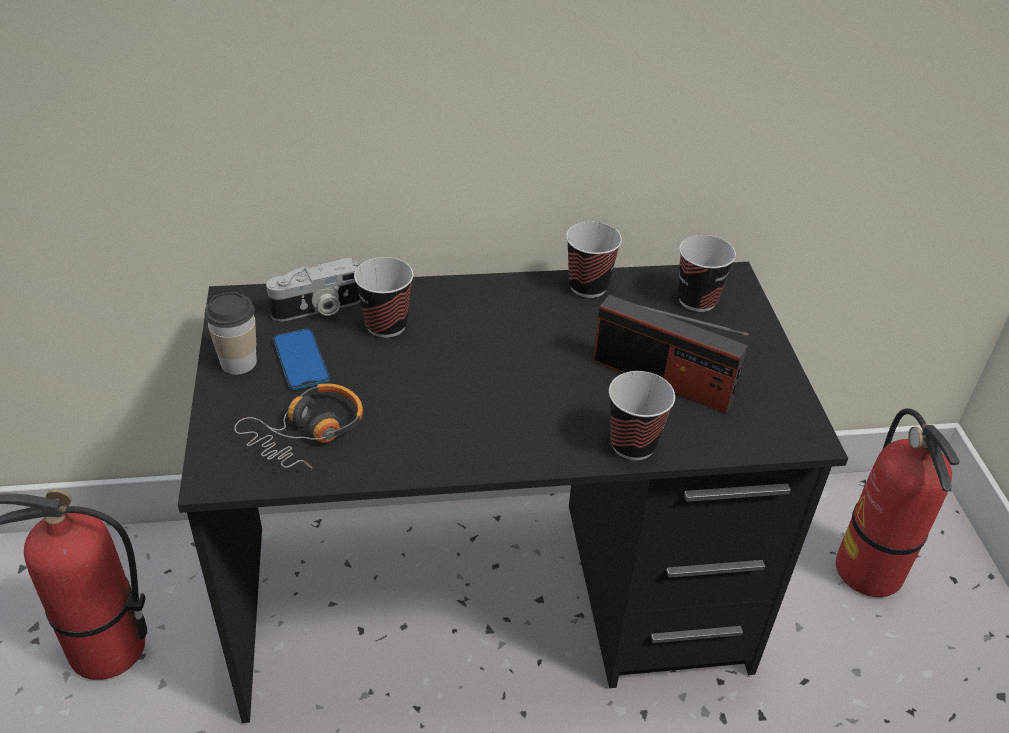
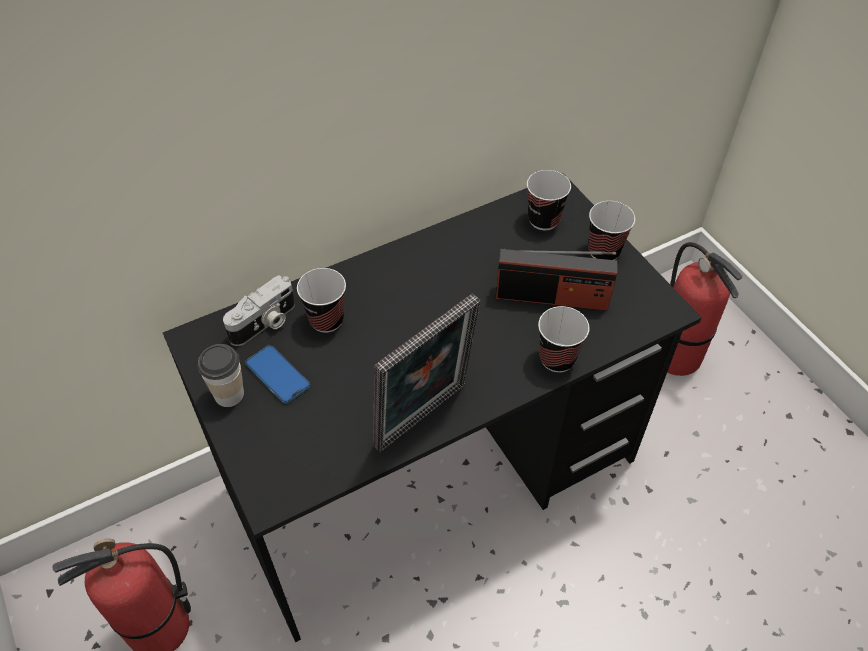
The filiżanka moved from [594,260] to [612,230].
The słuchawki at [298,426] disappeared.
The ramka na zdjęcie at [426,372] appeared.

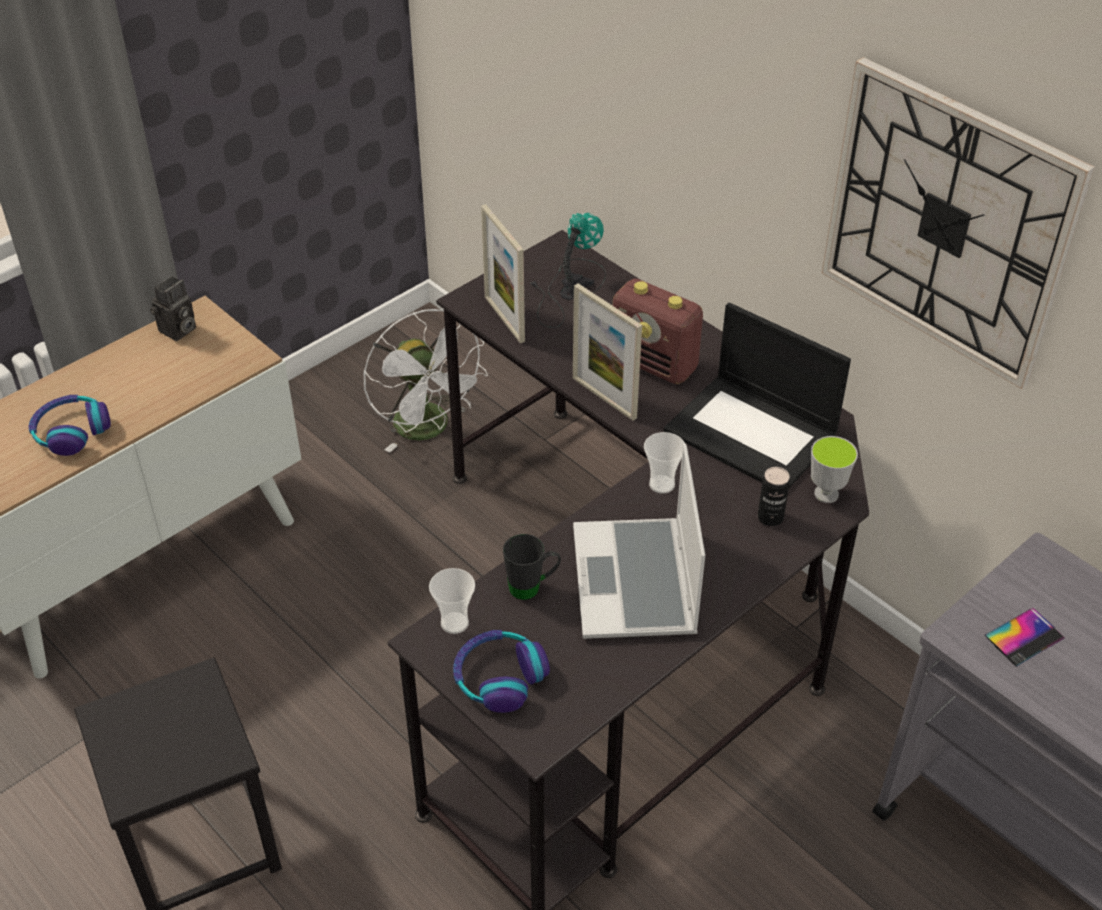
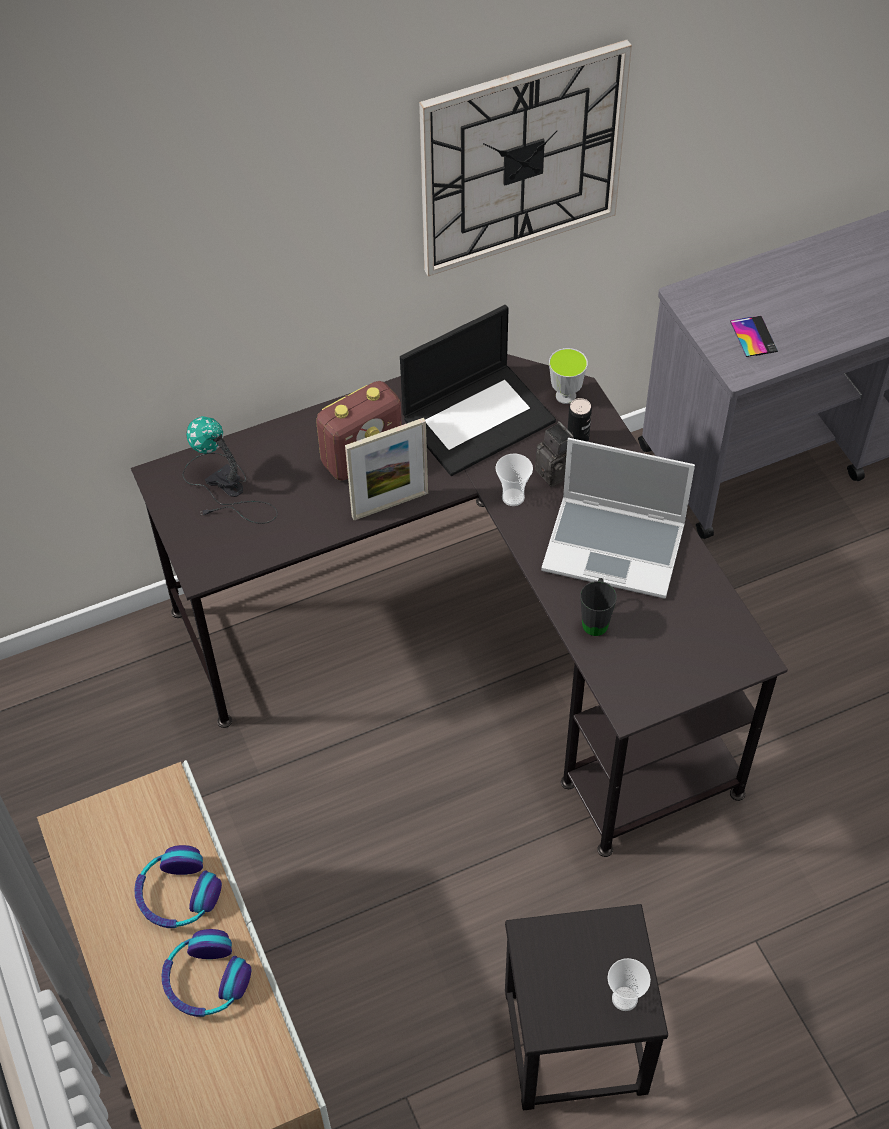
The ramka na zdjęcie at [503,273] disappeared.
The aparat fotograficzny moved from [173,308] to [554,454].
The wentylator/biały at [426,381] disappeared.
The filiżanka moved from [452,601] to [629,984].
The słuchawki moved from [501,671] to [178,886].

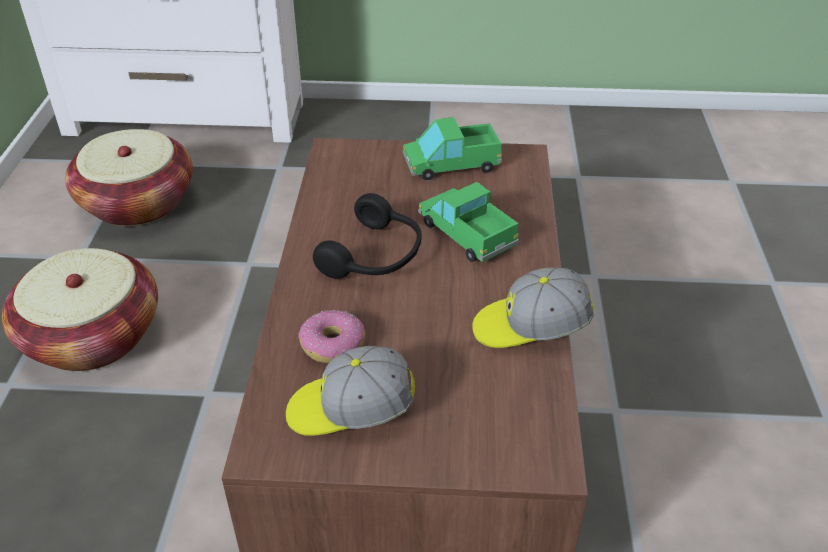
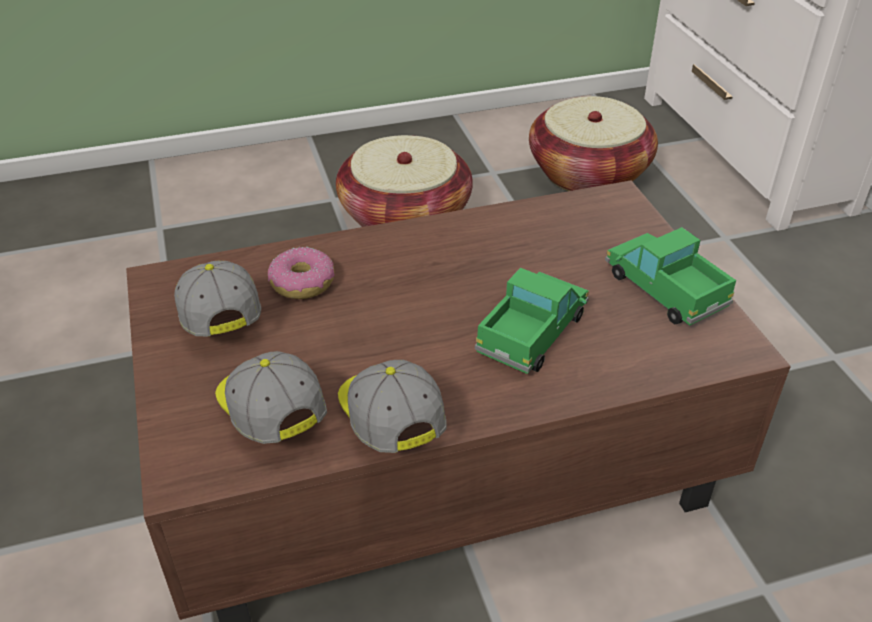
The słuchawki/czarny at [367,236] disappeared.
The czapka z daszkiem at [271,397] appeared.

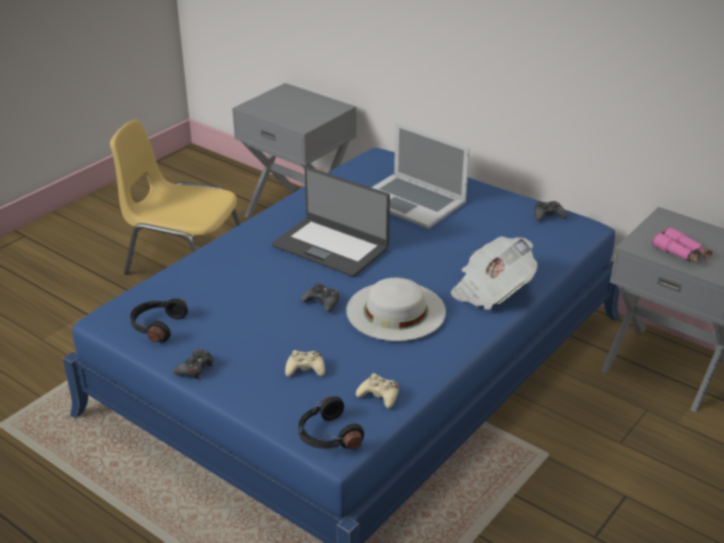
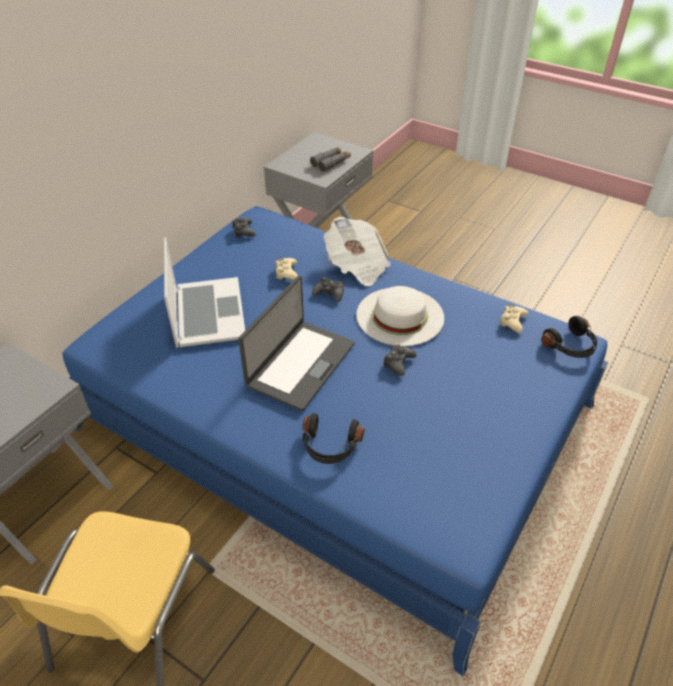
The laptop at [420,176] turned 45 degrees counterclockwise.
The lornetka/różowy at [682,245] became the lornetka/szary at [330,159].
The słuchawki/czarny moved from [159,320] to [333,438].
The pad do gier/czarny moved from [193,364] to [328,289].
The pad do gier/beżowy moved from [305,363] to [286,269].

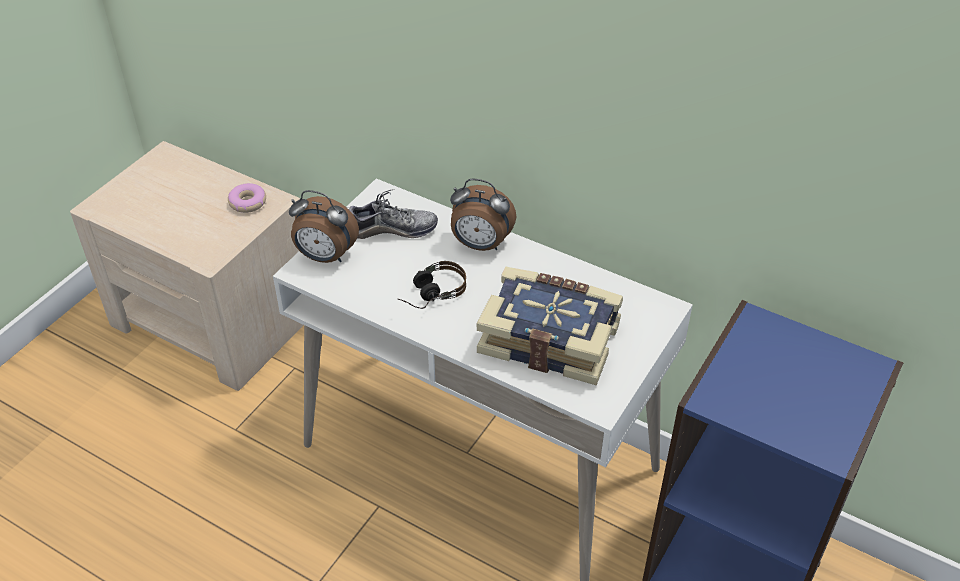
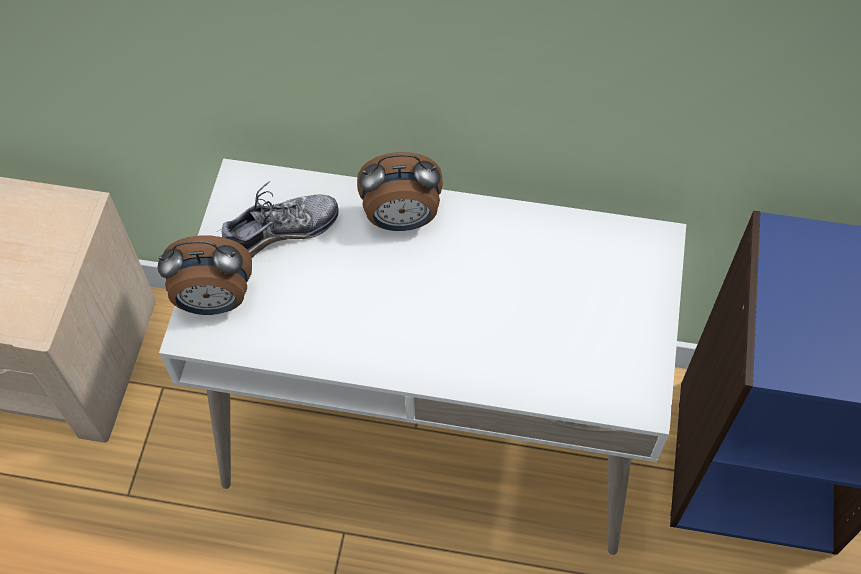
The donut at [247,198] disappeared.
The słuchawki at [431,285] disappeared.
The książka at [550,326] disappeared.

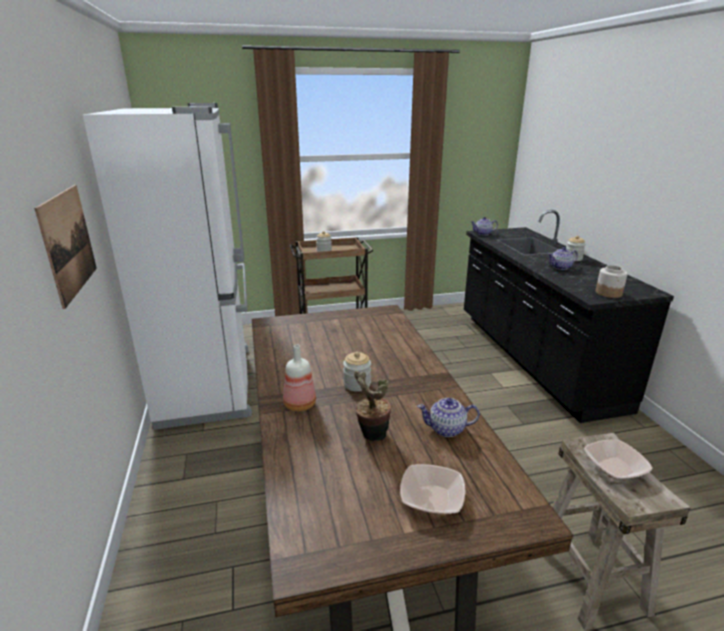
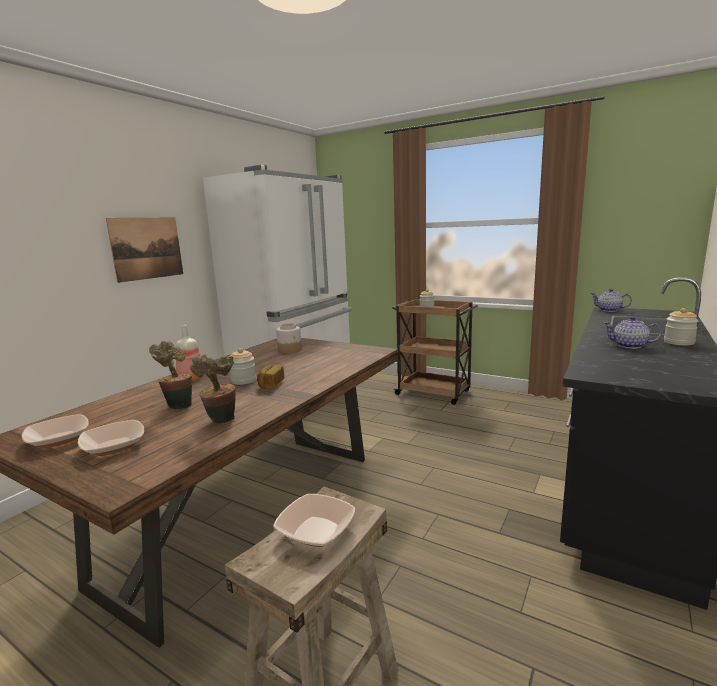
The słoik moved from [611,281] to [289,338].
The imbryk at [448,417] was replaced by the roślina doniczkowa at [213,388].
The chleb at [270,377] appeared.
The miska at [55,431] appeared.

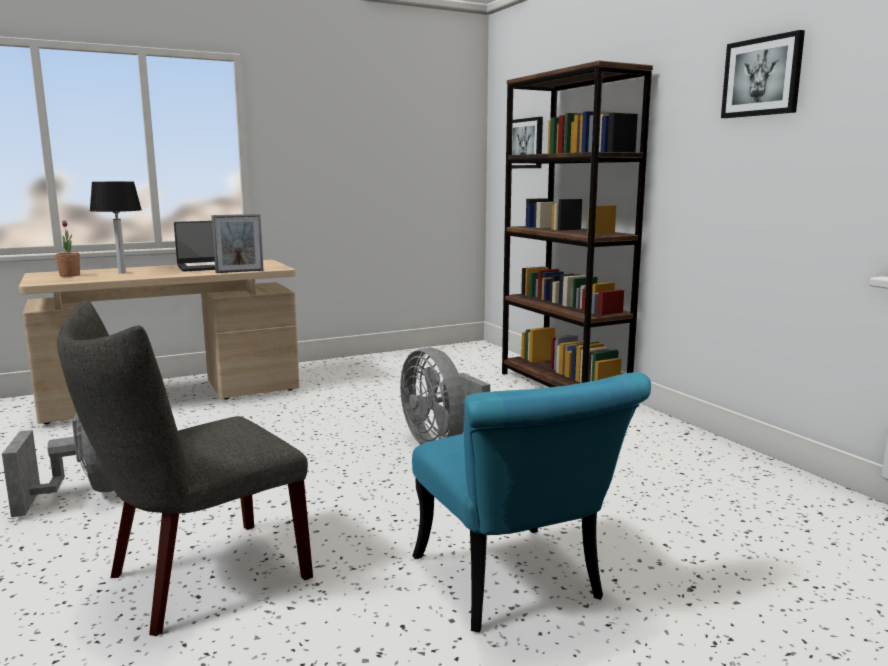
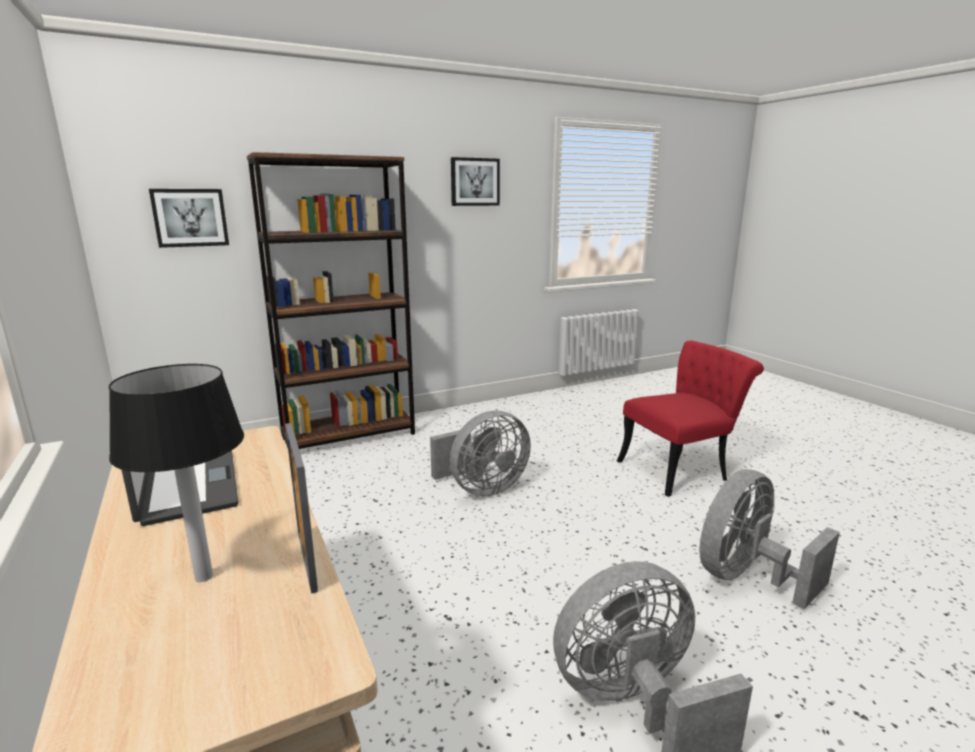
The ramka na zdjęcie moved from [237,243] to [301,508].
The roślina doniczkowa at [67,248] disappeared.
The krzesło/szary at [185,468] was replaced by the wentylator/szary at [769,539].
The krzesło/turkusowy at [531,502] became the krzesło/czerwony at [690,418].

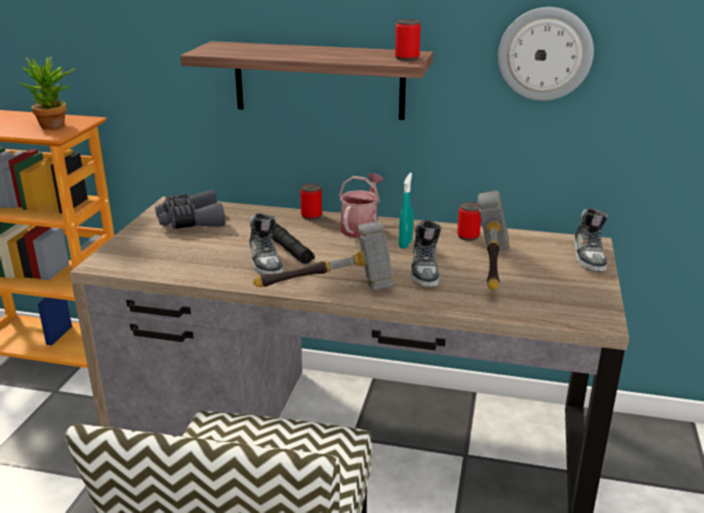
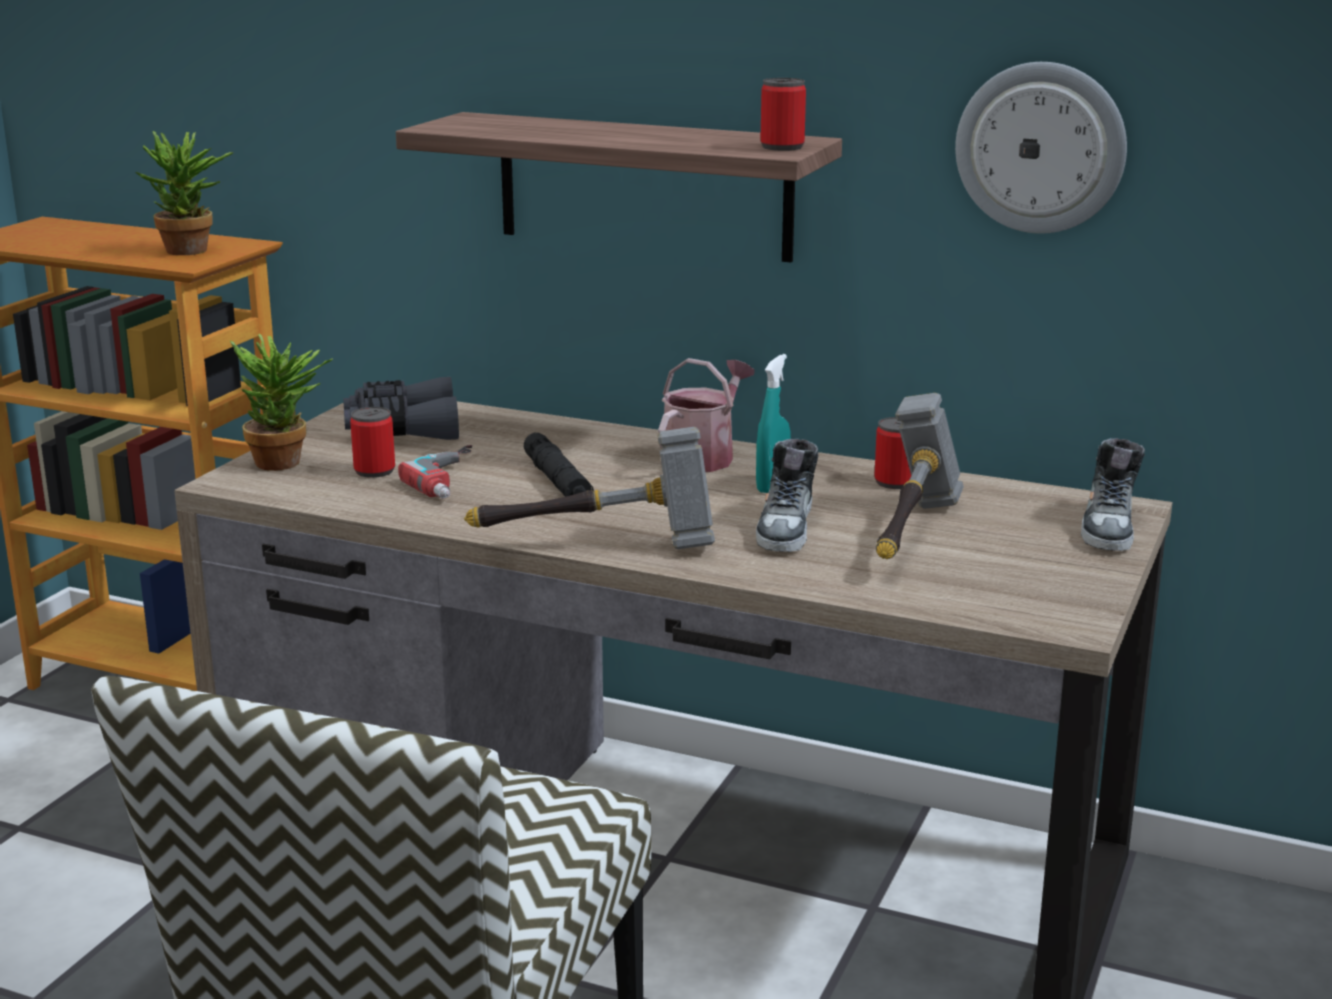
The puszka moved from [311,201] to [372,442].
The but at [266,244] disappeared.
The roślina doniczkowa at [281,402] appeared.
The wiertarka at [435,472] appeared.

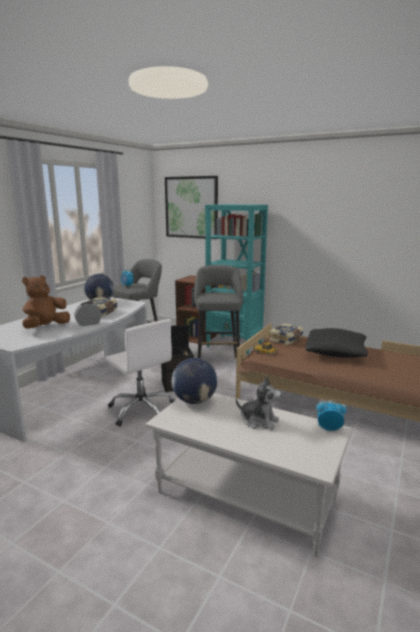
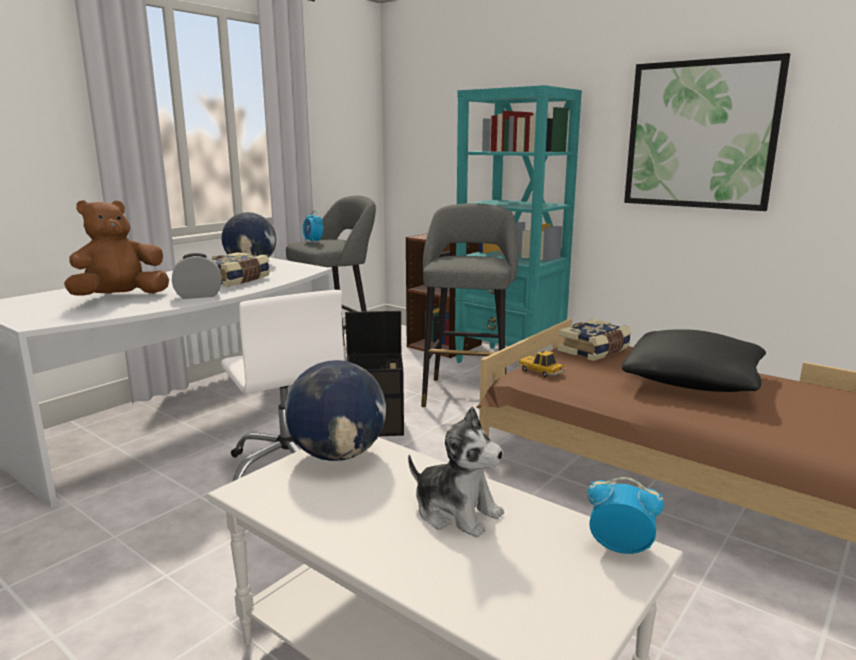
The obraz moved from [191,207] to [707,132].

